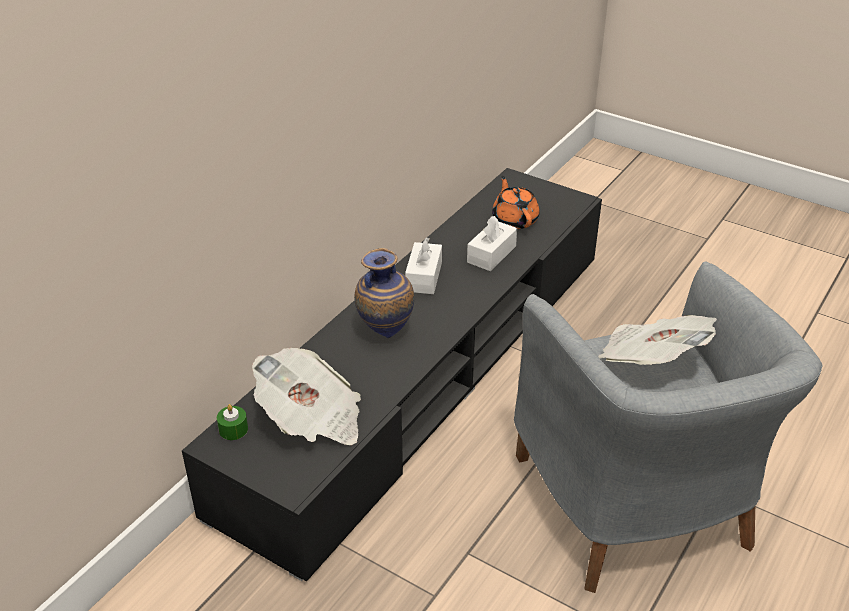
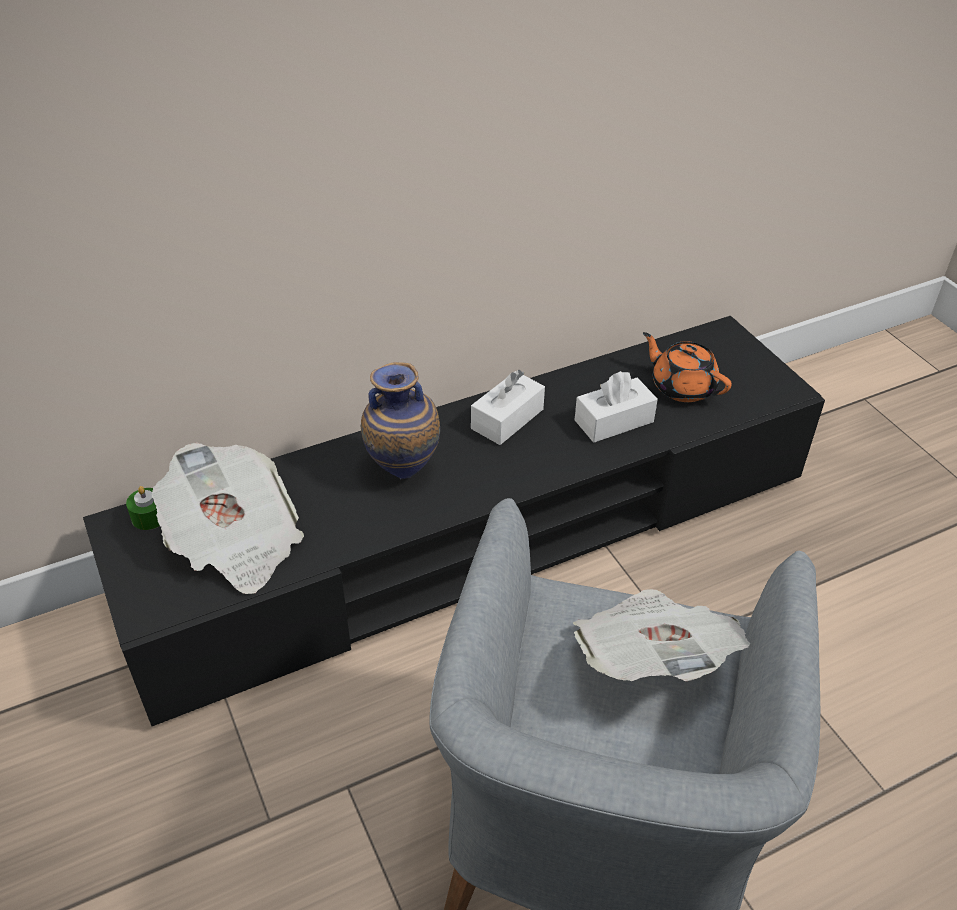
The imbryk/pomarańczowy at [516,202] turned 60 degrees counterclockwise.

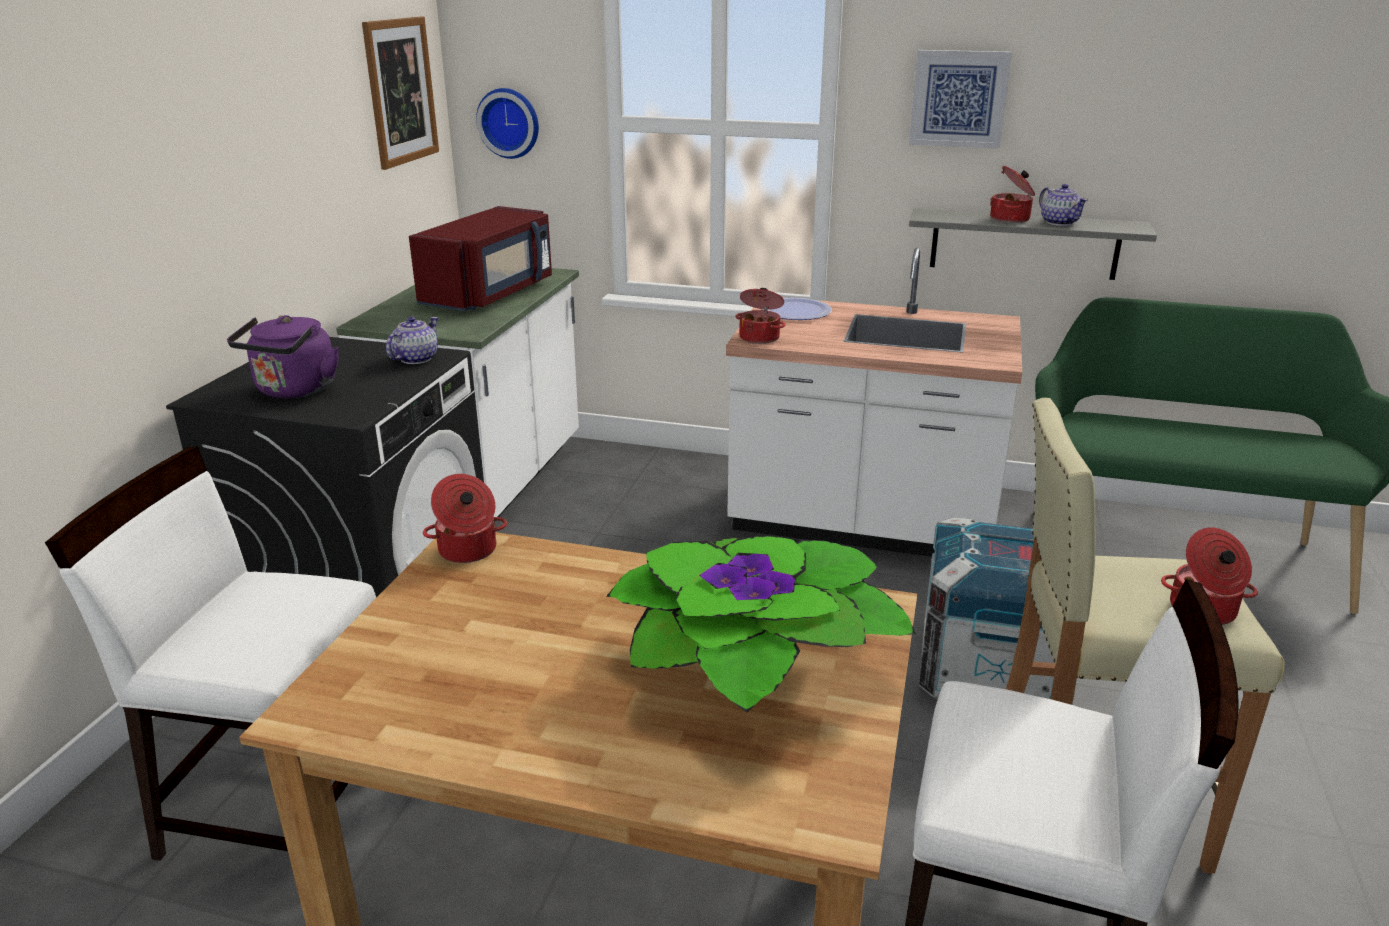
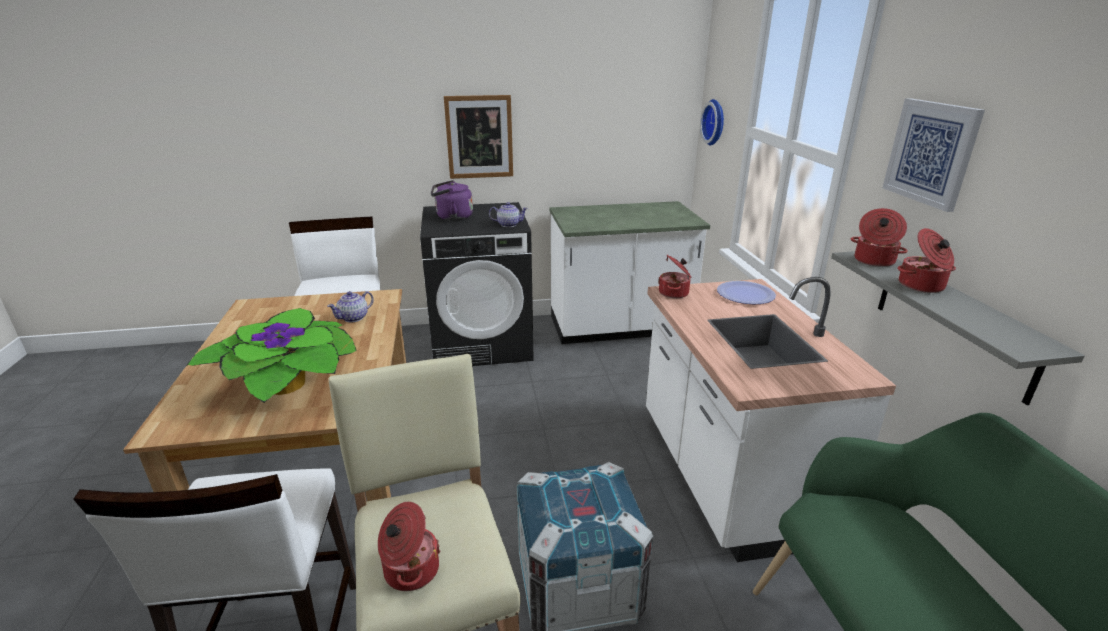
The obraz moved from [400,93] to [478,137].
The imbryk moved from [1063,205] to [350,306].
The mikrofalówka/czerwony at [480,258] disappeared.
The garnek moved from [465,518] to [879,237].

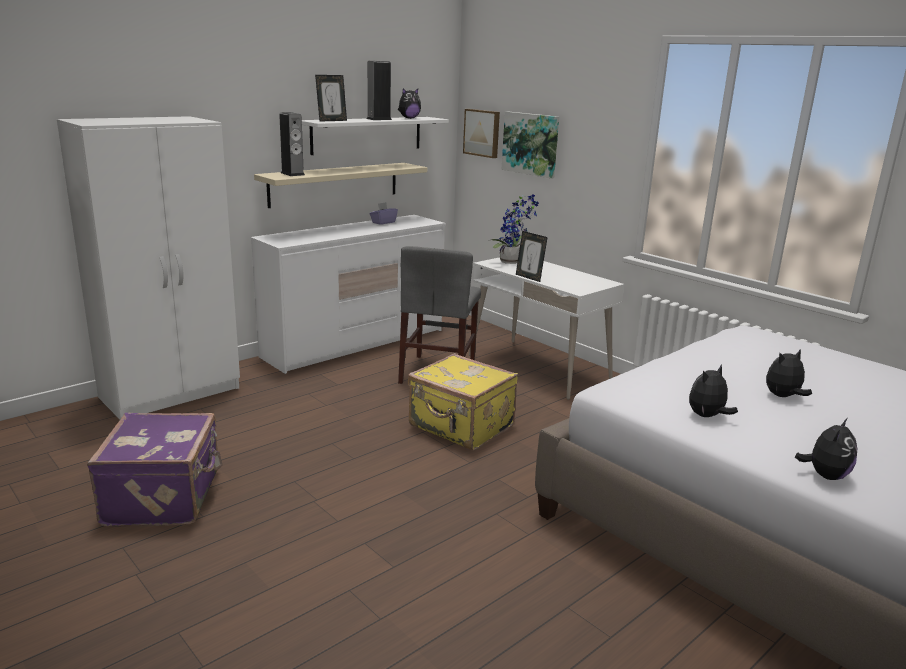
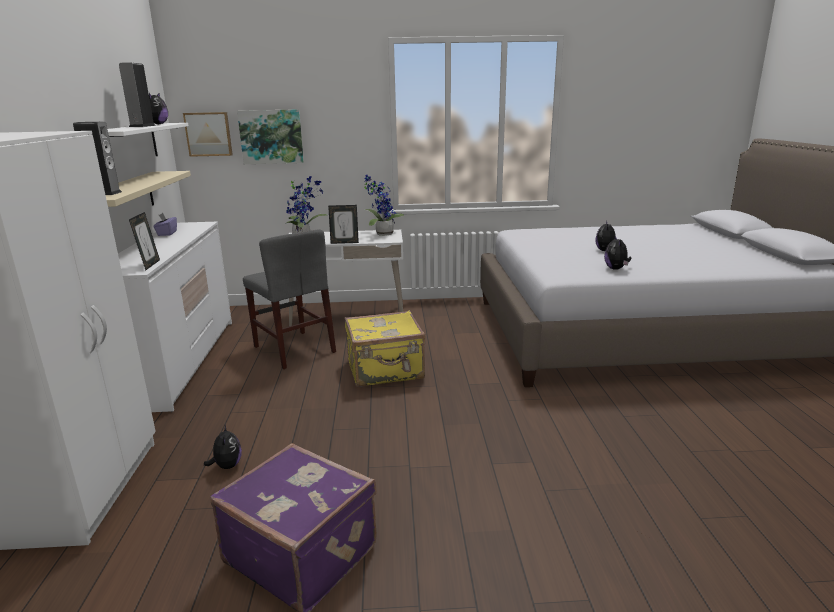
The ramka na zdjęcie moved from [331,98] to [144,241].
The pluszak moved from [826,449] to [223,447].
The roślina doniczkowa at [384,205] appeared.

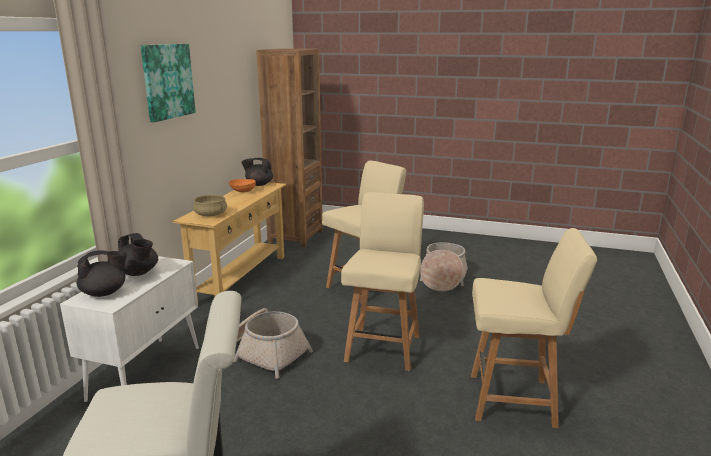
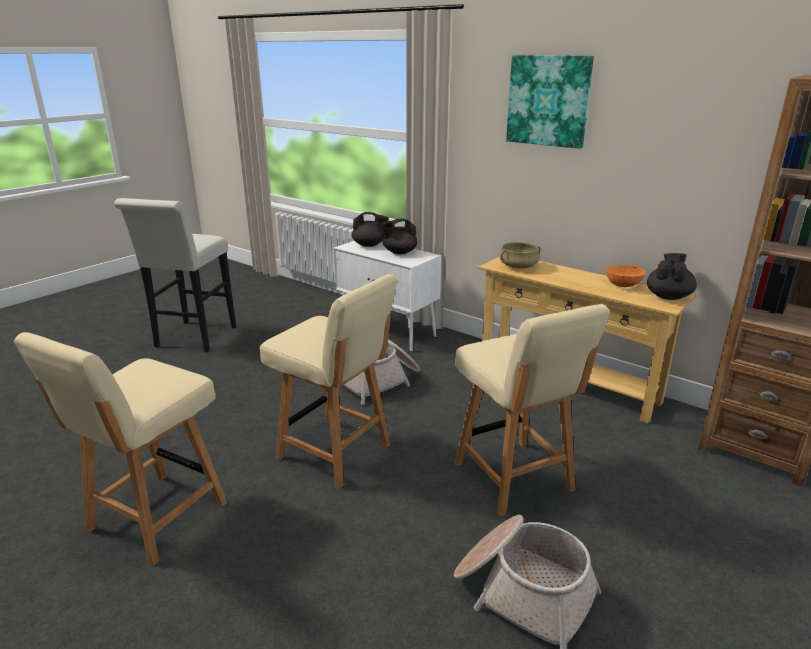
The imbryk/czarny at [102,274] turned 75 degrees counterclockwise.

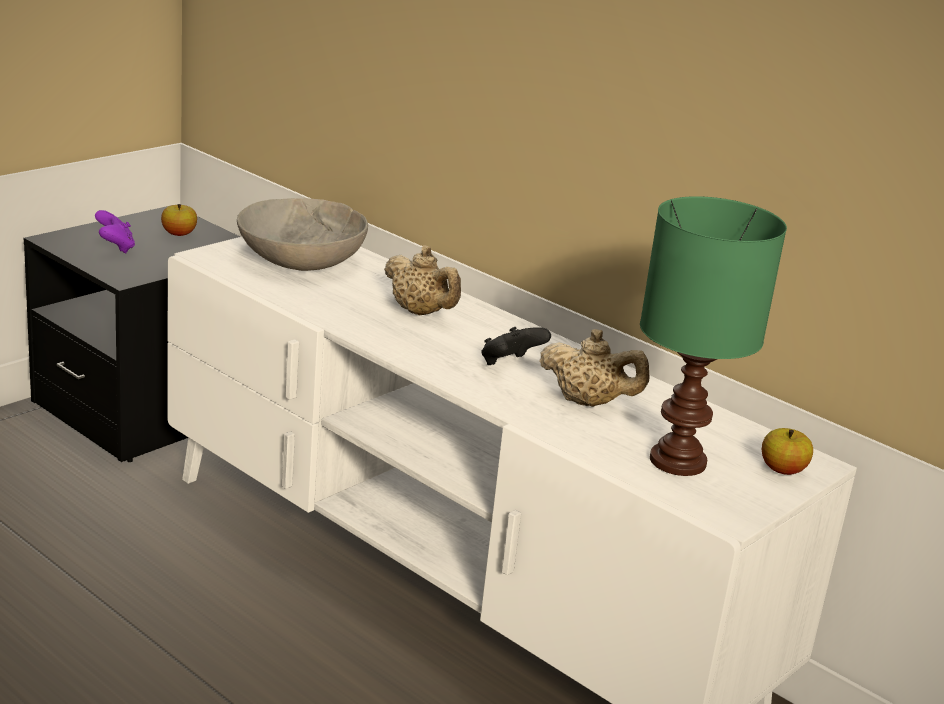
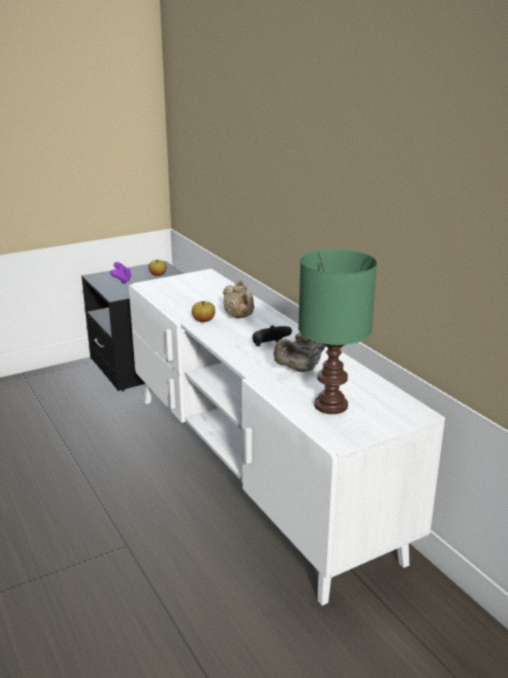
The miska/szary at [302,234] disappeared.
The imbryk/beżowy at [594,368] turned 105 degrees clockwise.
The jabłko moved from [787,451] to [203,311].

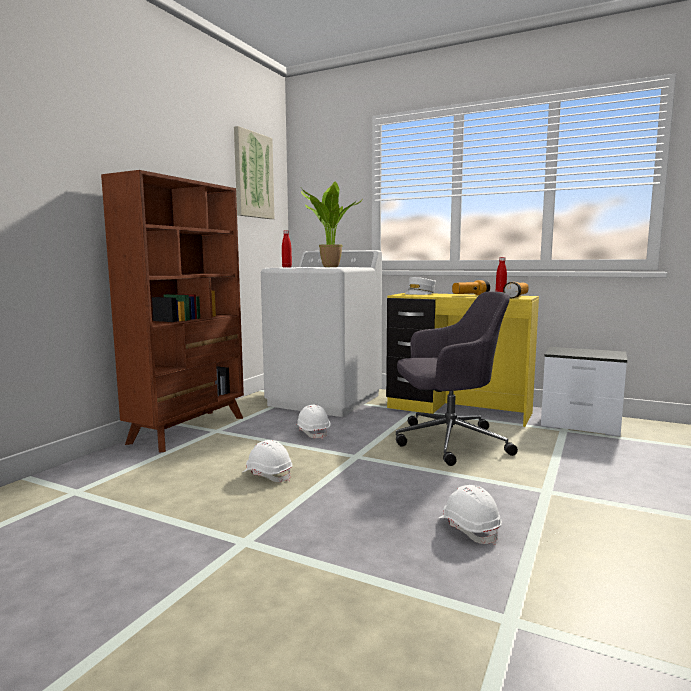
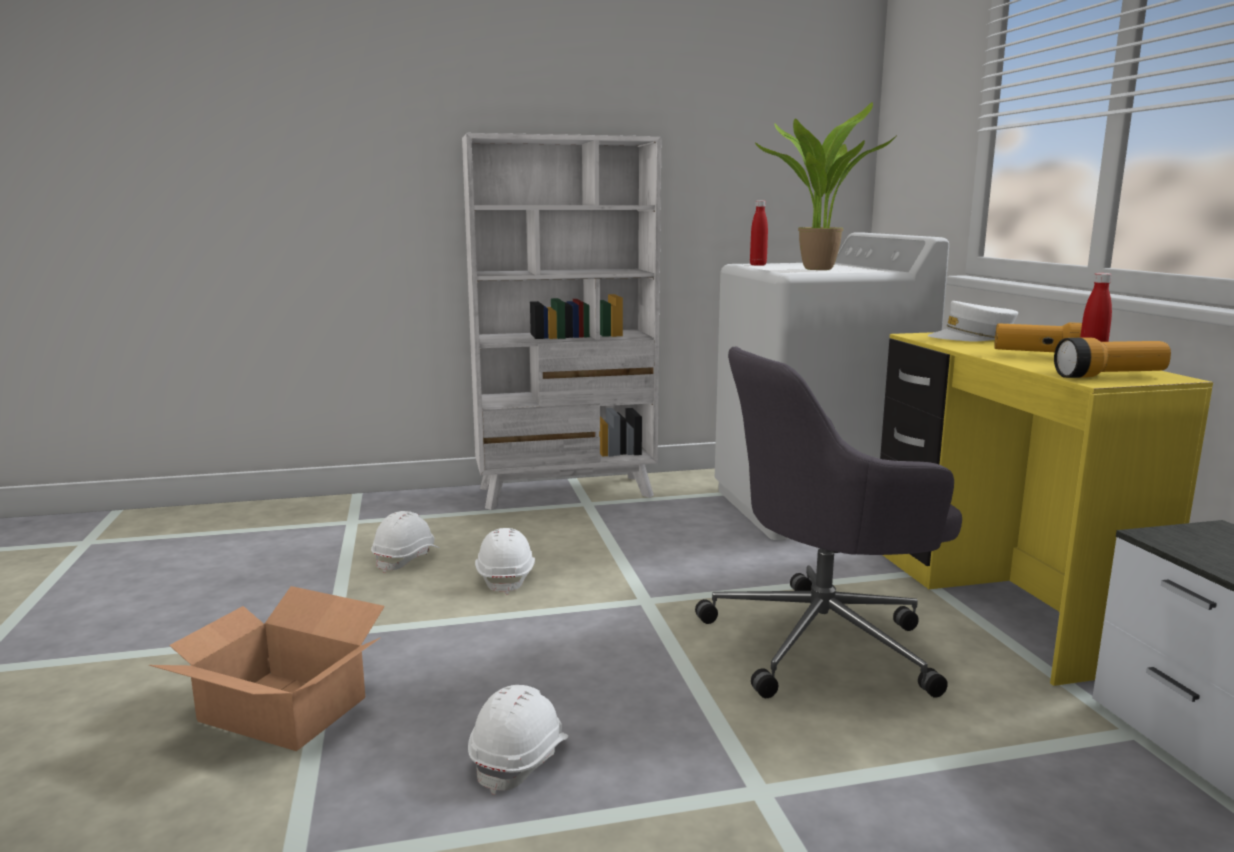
The obraz at [254,172] disappeared.
The regał/brązowy at [172,311] became the regał/biały at [561,321].
The krzesło biurowe/szary at [457,378] turned 120 degrees clockwise.
The kask/biały moved from [312,422] to [405,542].
The karton at [267,668] appeared.

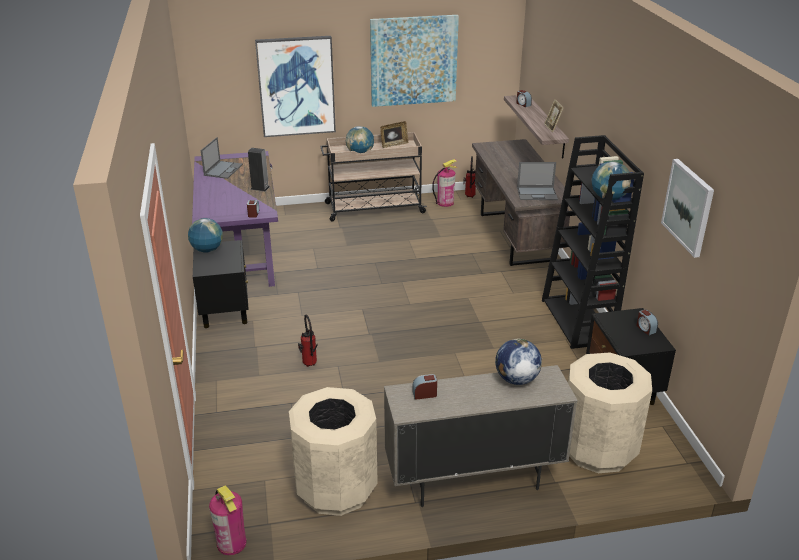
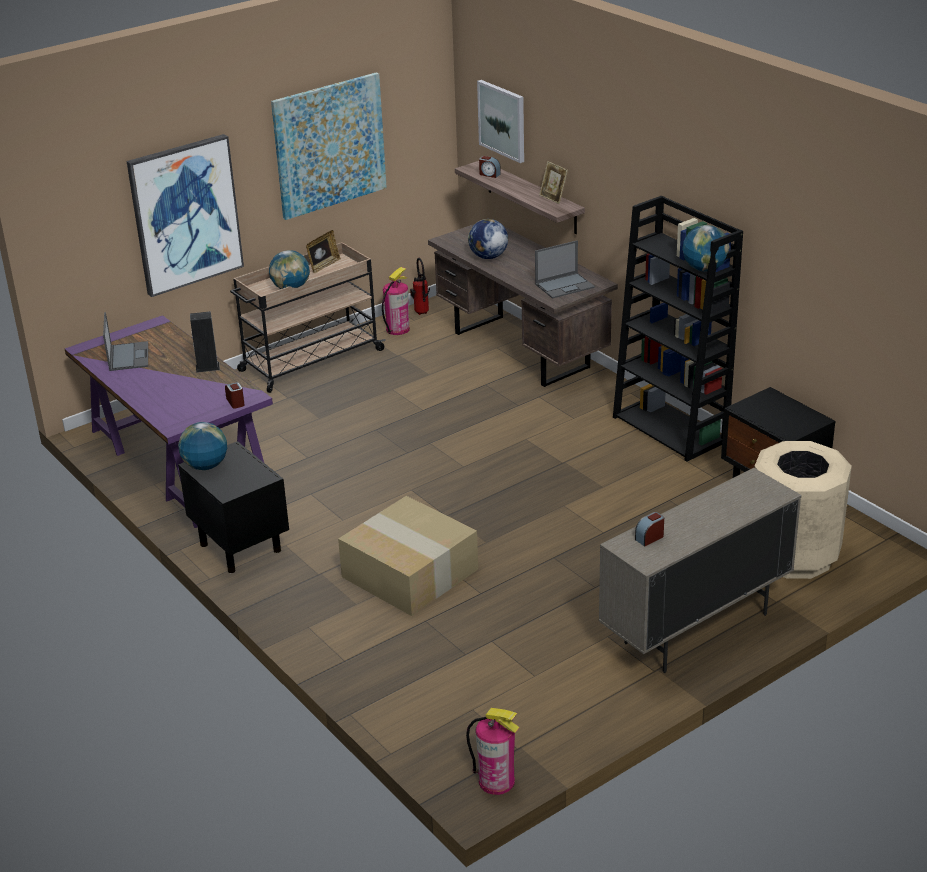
The obraz moved from [687,208] to [500,121].
The budzik at [647,322] disappeared.
The gaśnica at [308,340] was replaced by the karton at [408,556].
The globus moved from [518,362] to [488,239].
The kosz na śmieci/beżowy at [333,451] disappeared.

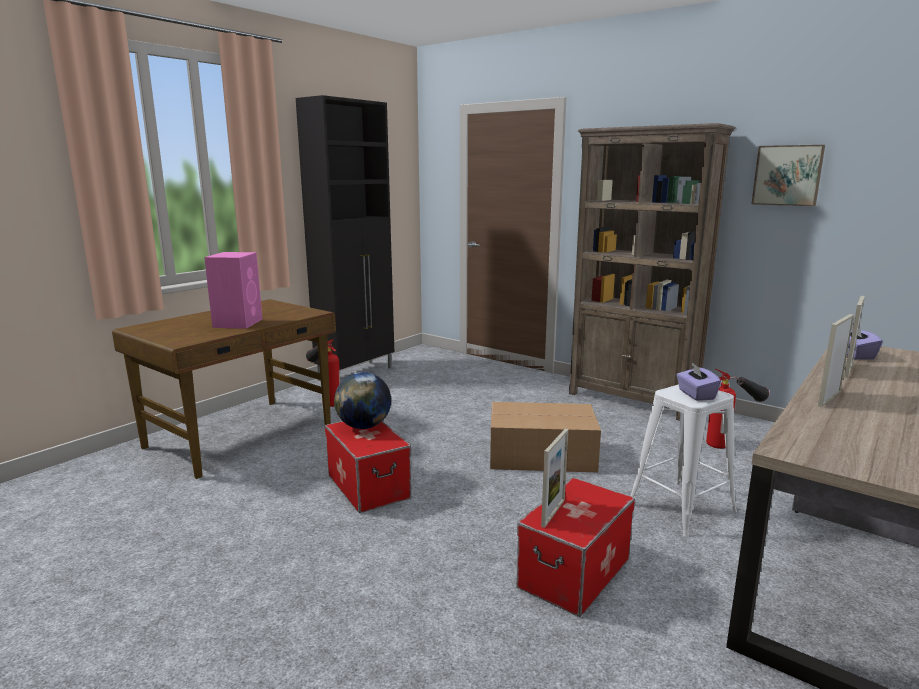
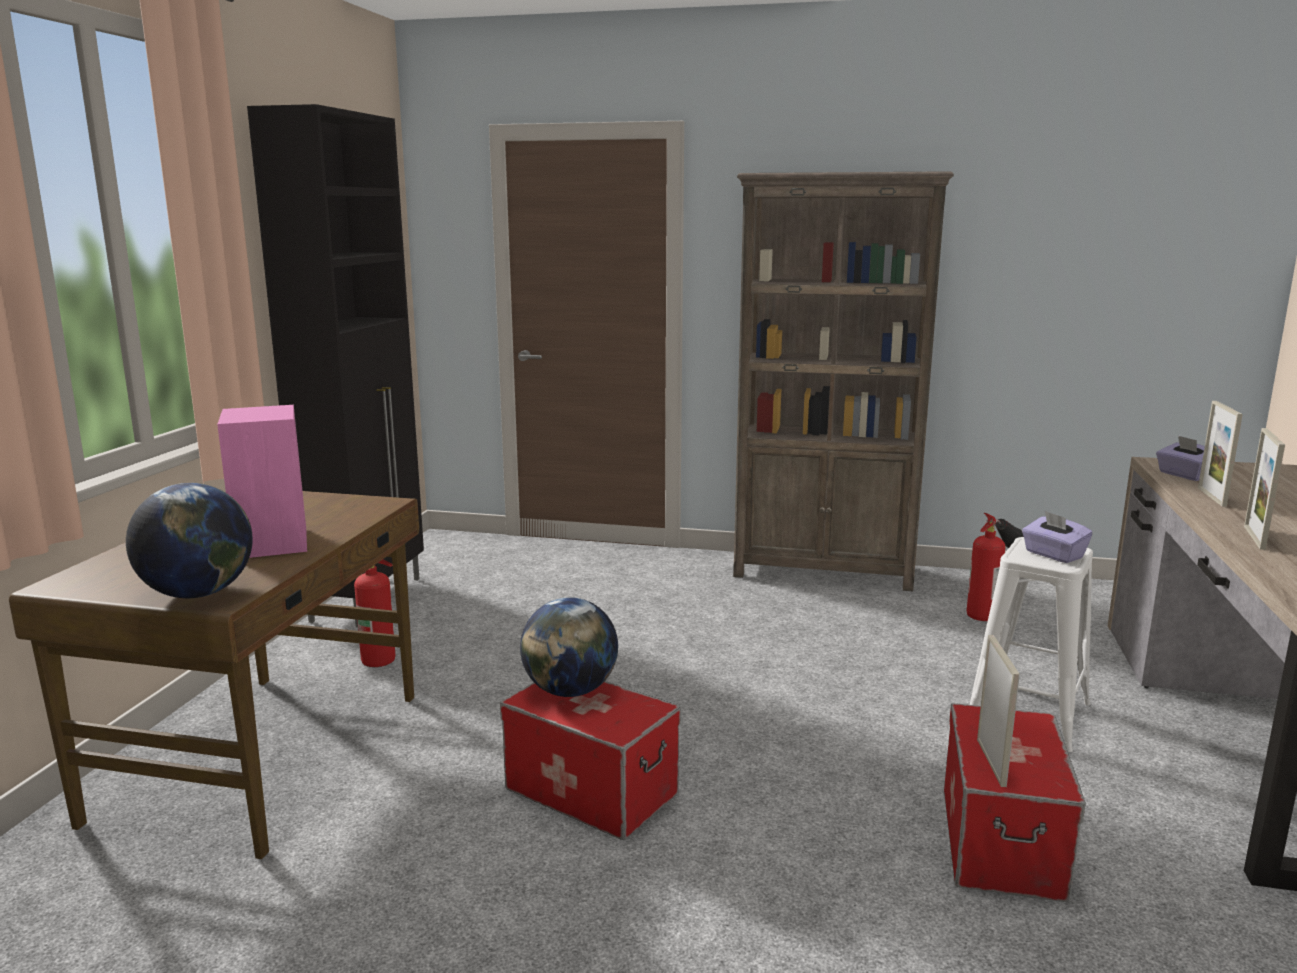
The obraz at [788,175] disappeared.
The karton at [545,437] disappeared.
The globus at [189,540] appeared.

